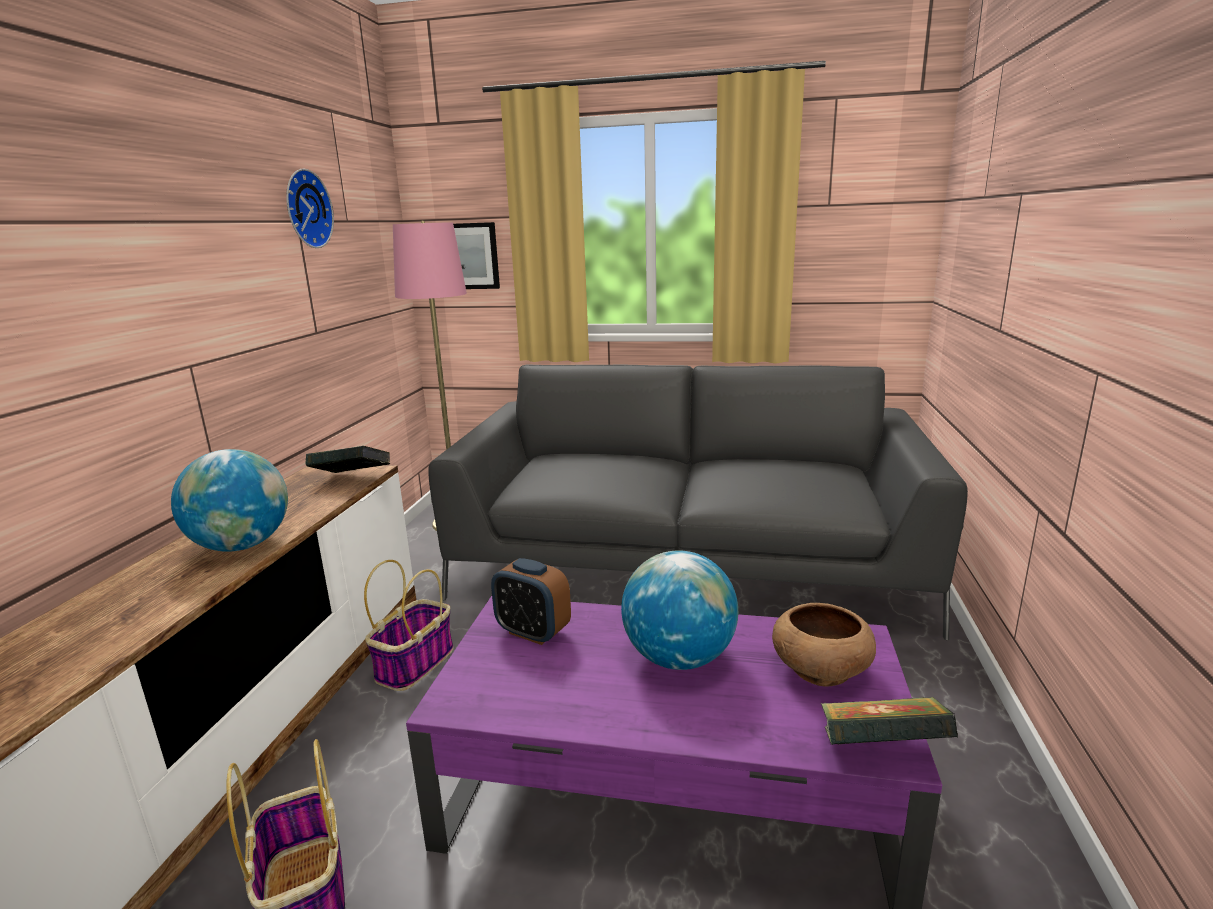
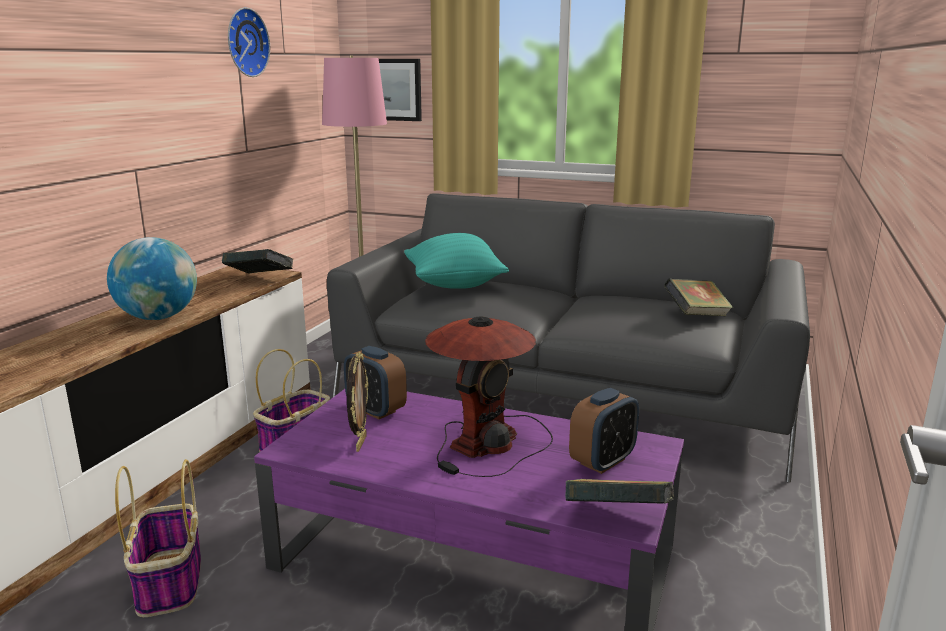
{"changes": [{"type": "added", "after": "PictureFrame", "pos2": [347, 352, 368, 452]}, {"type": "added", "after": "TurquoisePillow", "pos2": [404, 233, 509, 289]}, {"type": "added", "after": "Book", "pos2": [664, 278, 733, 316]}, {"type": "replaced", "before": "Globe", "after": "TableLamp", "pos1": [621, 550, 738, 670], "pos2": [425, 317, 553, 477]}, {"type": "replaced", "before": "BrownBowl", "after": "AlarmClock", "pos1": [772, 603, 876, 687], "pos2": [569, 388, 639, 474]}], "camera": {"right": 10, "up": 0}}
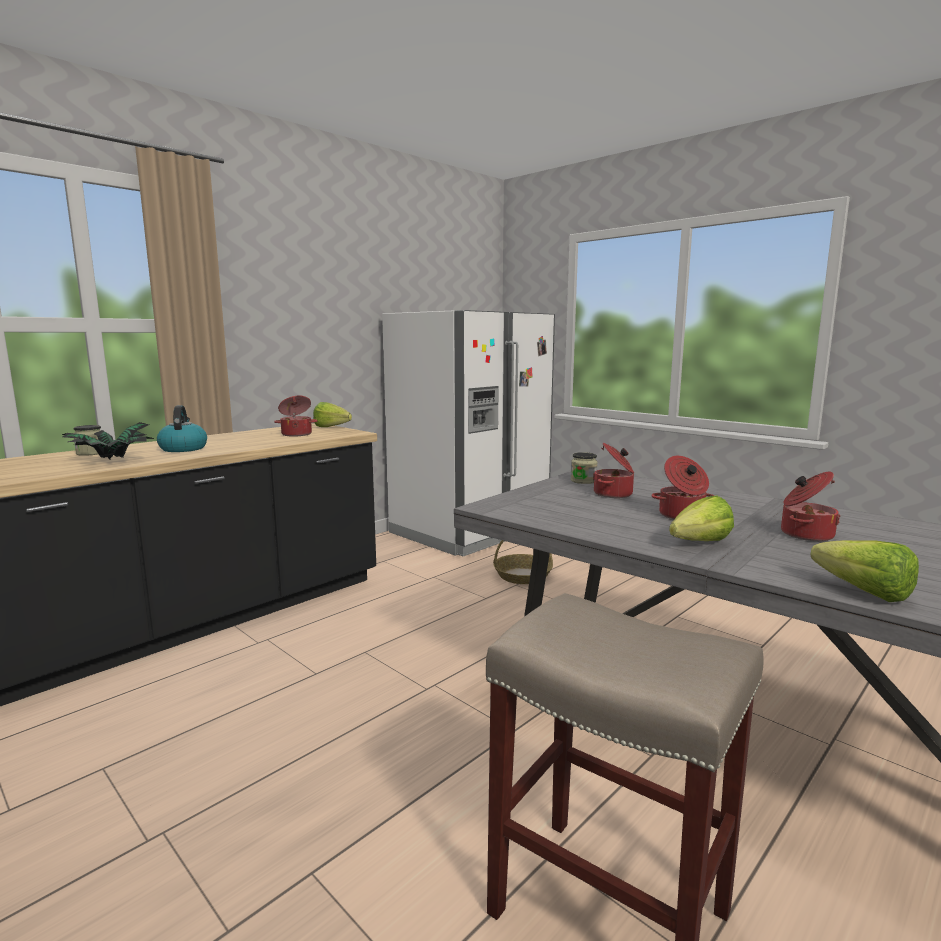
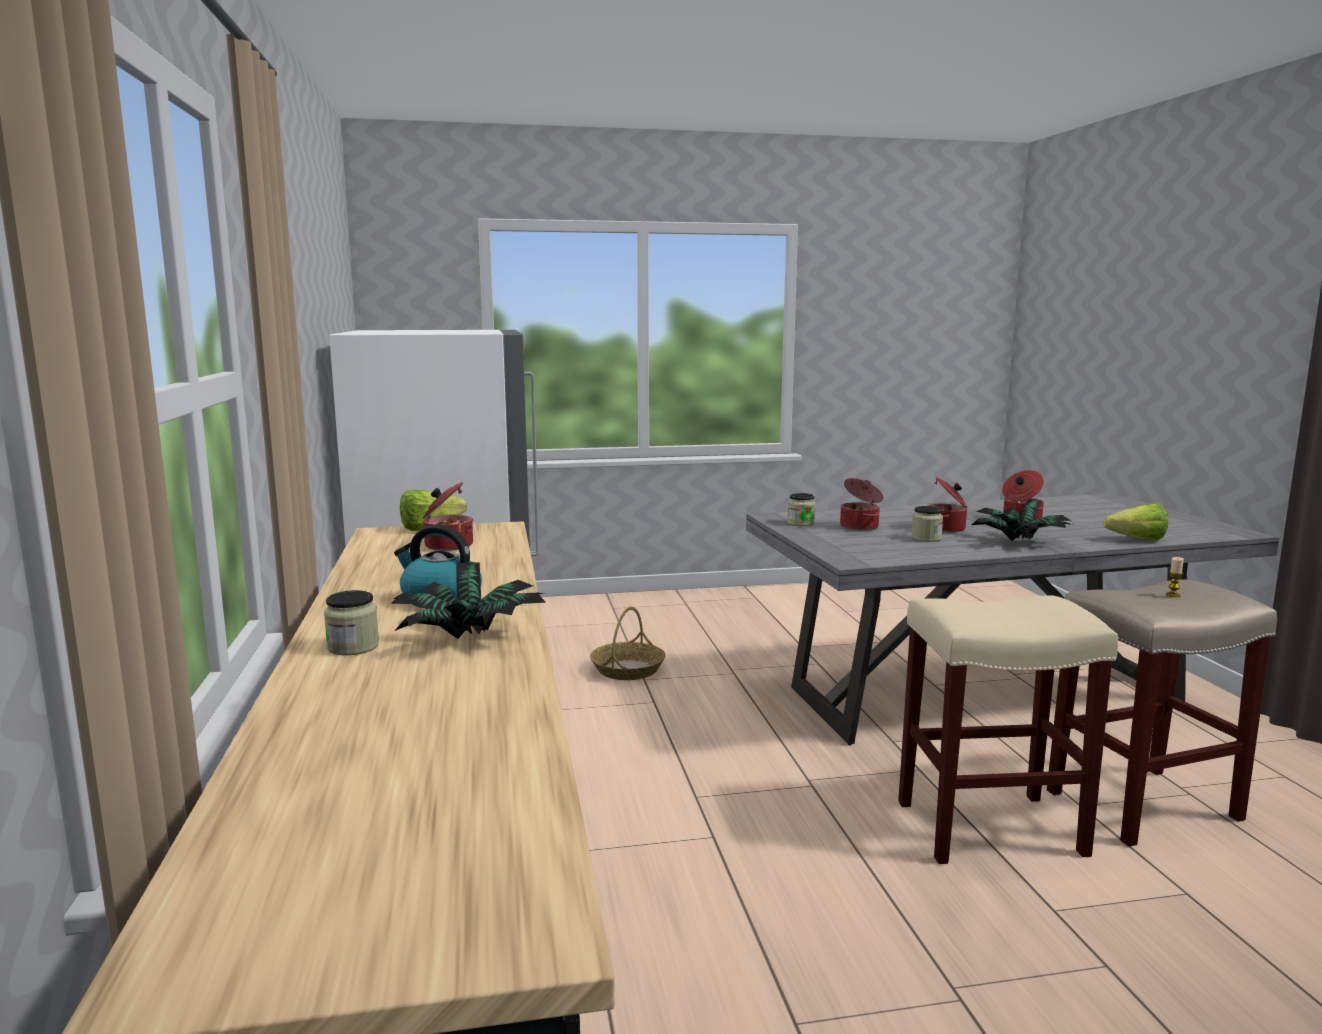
{"changes": [{"type": "added", "after": "BeigeStool", "pos2": [898, 595, 1118, 864]}, {"type": "added", "after": "Jar", "pos2": [912, 506, 943, 542]}, {"type": "added", "after": "Candle", "pos2": [1166, 557, 1184, 597]}, {"type": "replaced", "before": "Lettuce", "after": "PottedPlant", "pos1": [669, 495, 734, 541], "pos2": [972, 499, 1072, 541]}], "camera": {"right": -55, "up": 0}}
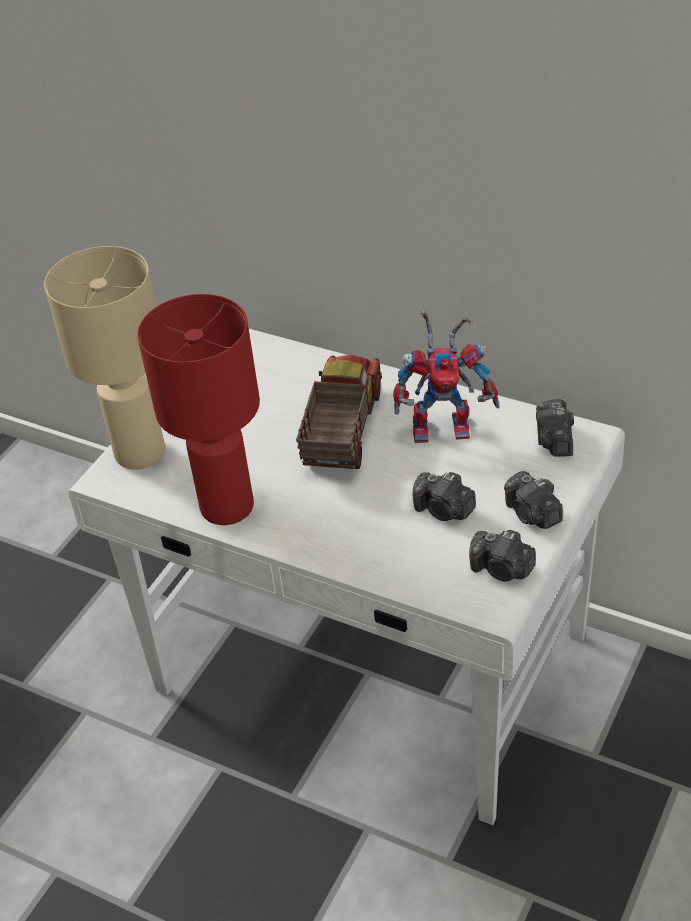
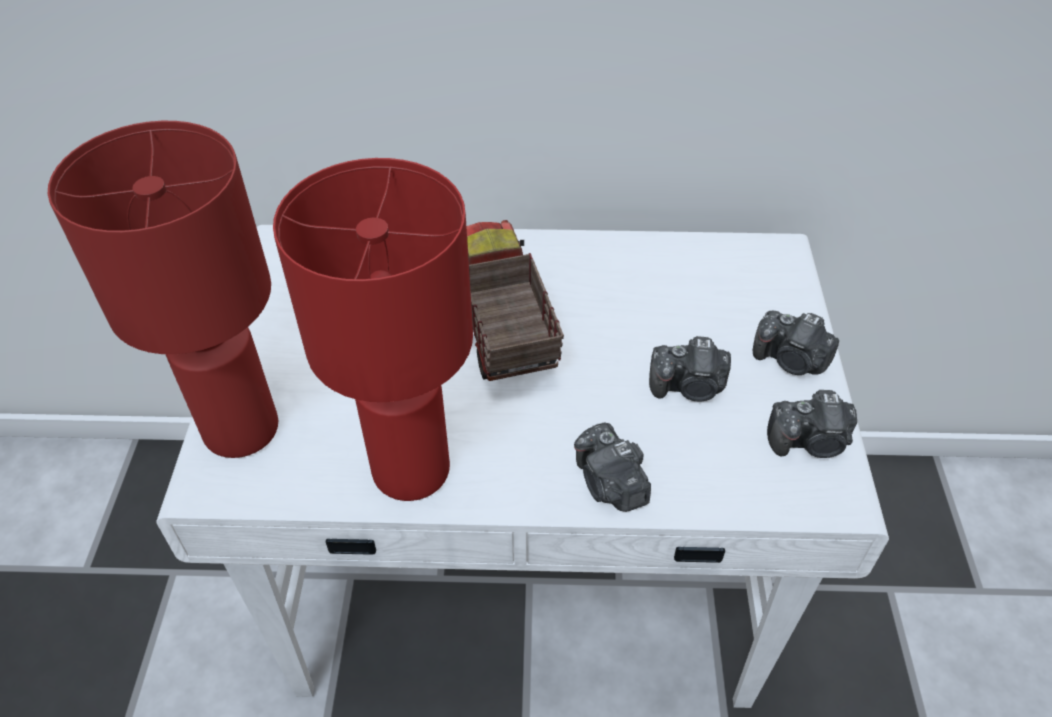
{"changes": [{"type": "removed", "before": "ToyRobot", "pos1": [393, 309, 500, 443]}, {"type": "moved", "before": "PhotoCamera", "pos1": [536, 399, 574, 457], "pos2": [574, 423, 651, 512]}, {"type": "recoloured", "before": "BeigeTableLamp", "after": "RedTableLamp", "pos1": [44, 246, 165, 470], "pos2": [48, 121, 278, 458]}], "camera": {"right": -30, "up": 5}}
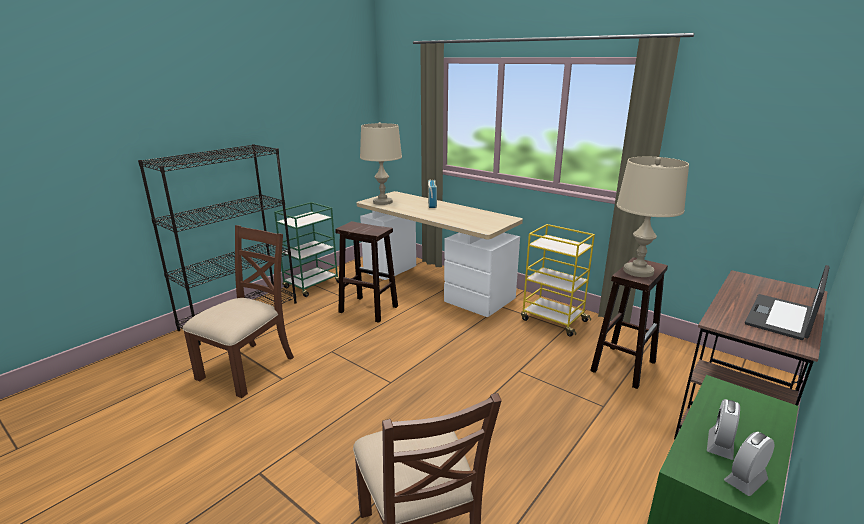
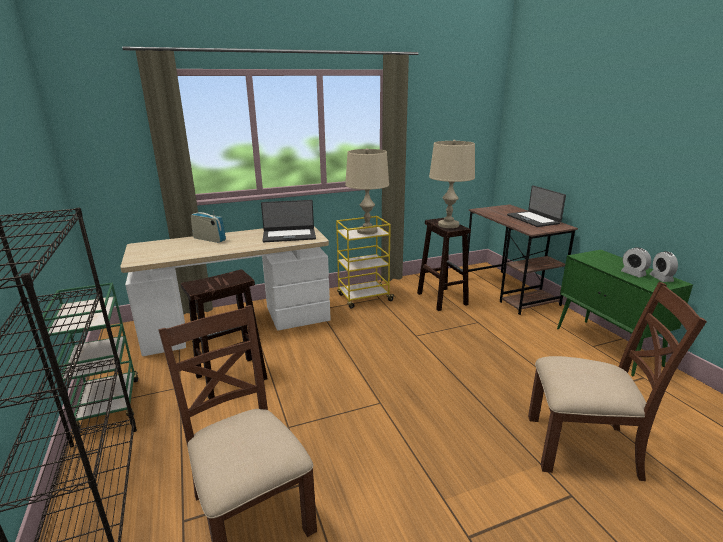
{"changes": [{"type": "added", "after": "Laptop", "pos2": [261, 200, 316, 242]}, {"type": "moved", "before": "BeigeTableLamp", "pos1": [360, 122, 402, 205], "pos2": [345, 148, 389, 235]}], "camera": {"right": -60, "up": 0}}
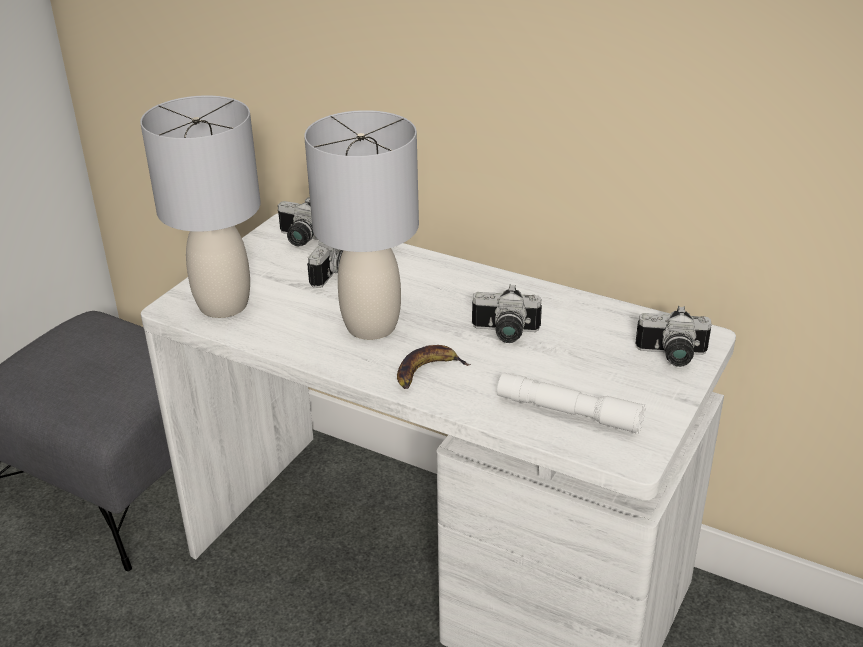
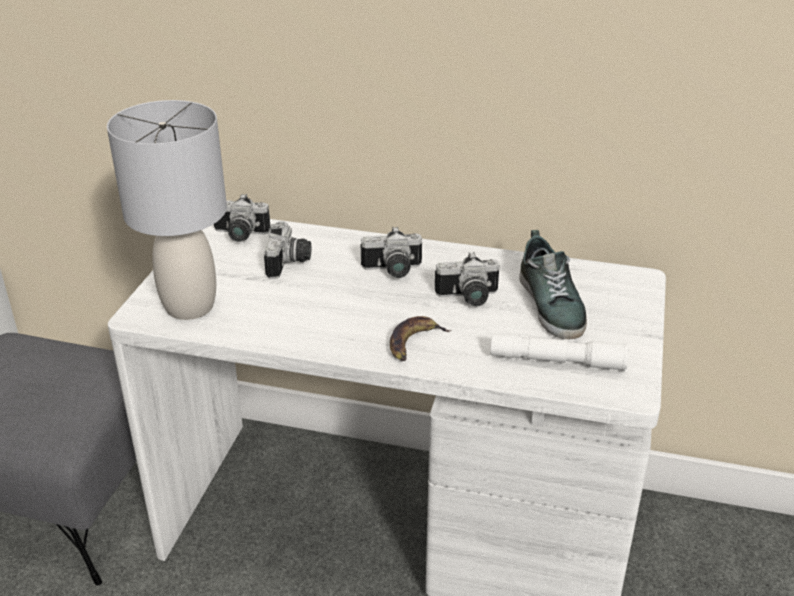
{"changes": [{"type": "removed", "before": "GreyTableLamp", "pos1": [304, 110, 419, 340]}, {"type": "added", "after": "Shoe", "pos2": [519, 230, 587, 339]}, {"type": "moved", "before": "PhotoCamera", "pos1": [635, 306, 712, 367], "pos2": [361, 226, 422, 278]}], "camera": {"right": -15, "up": 0}}
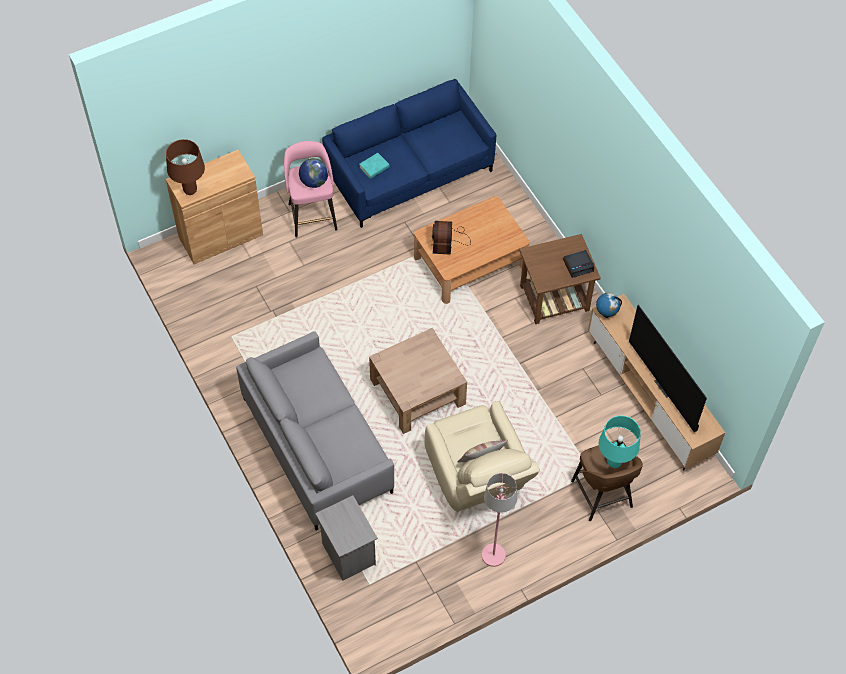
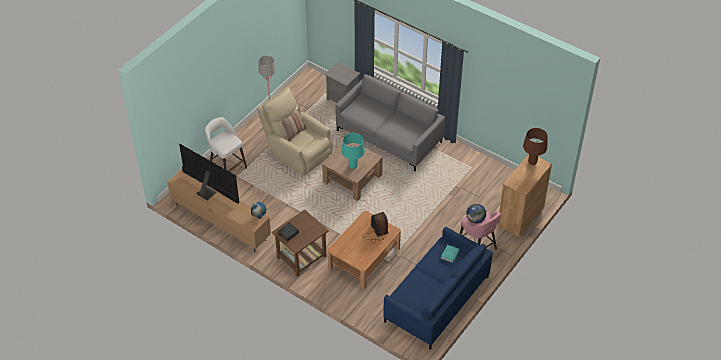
{"changes": [{"type": "moved", "before": "TurquoiseTableLamp", "pos1": [599, 416, 641, 468], "pos2": [342, 133, 365, 169]}, {"type": "recoloured", "before": "BrownStool", "after": "WhiteStool", "pos1": [571, 440, 643, 521], "pos2": [205, 117, 247, 171]}], "camera": {"right": 155, "up": -10}}
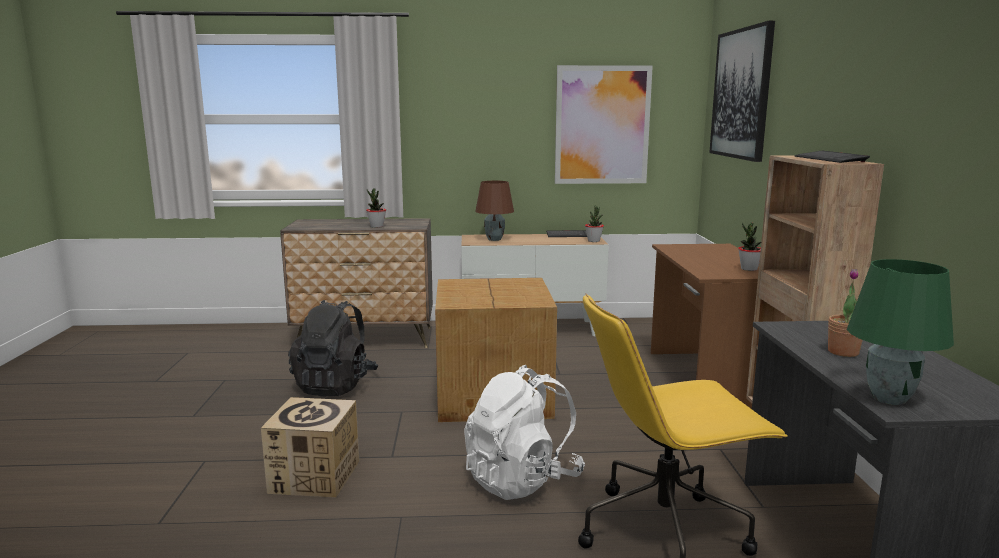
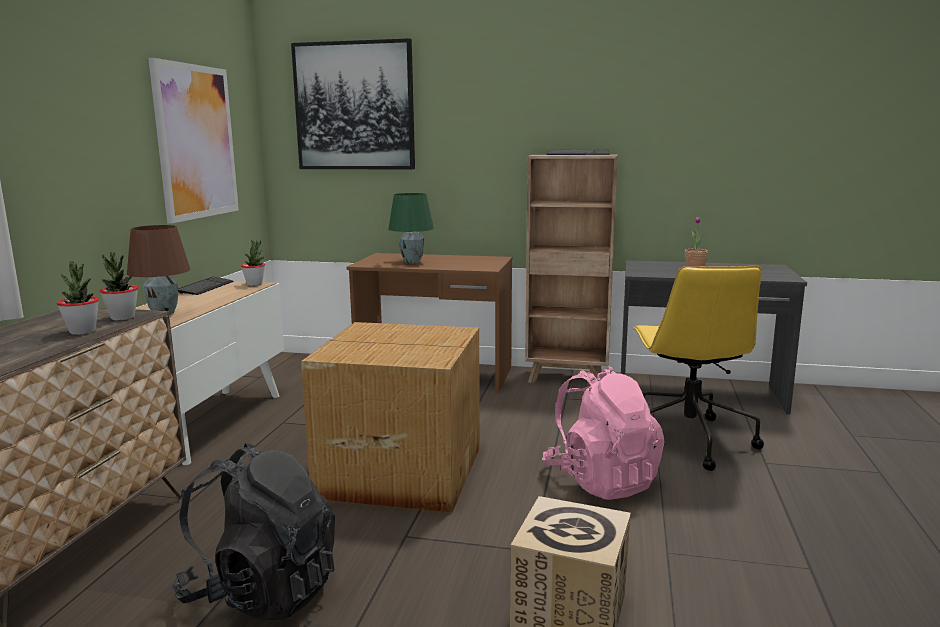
{"changes": [{"type": "moved", "before": "PottedPlant", "pos1": [738, 223, 761, 271], "pos2": [100, 252, 138, 321]}, {"type": "moved", "before": "GreenTableLamp", "pos1": [847, 259, 954, 405], "pos2": [388, 193, 434, 263]}, {"type": "recoloured", "before": "WhiteBackpack", "after": "PinkBackpack", "pos1": [464, 365, 585, 500], "pos2": [542, 366, 665, 500]}], "camera": {"right": -75, "up": 0}}
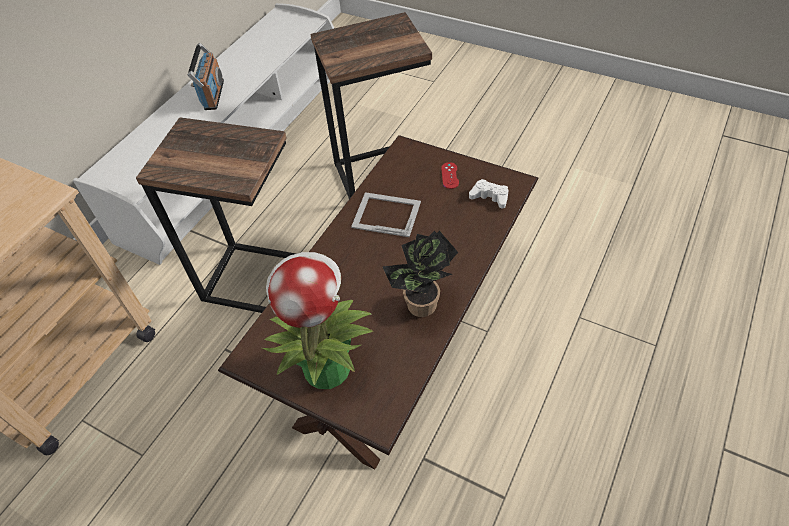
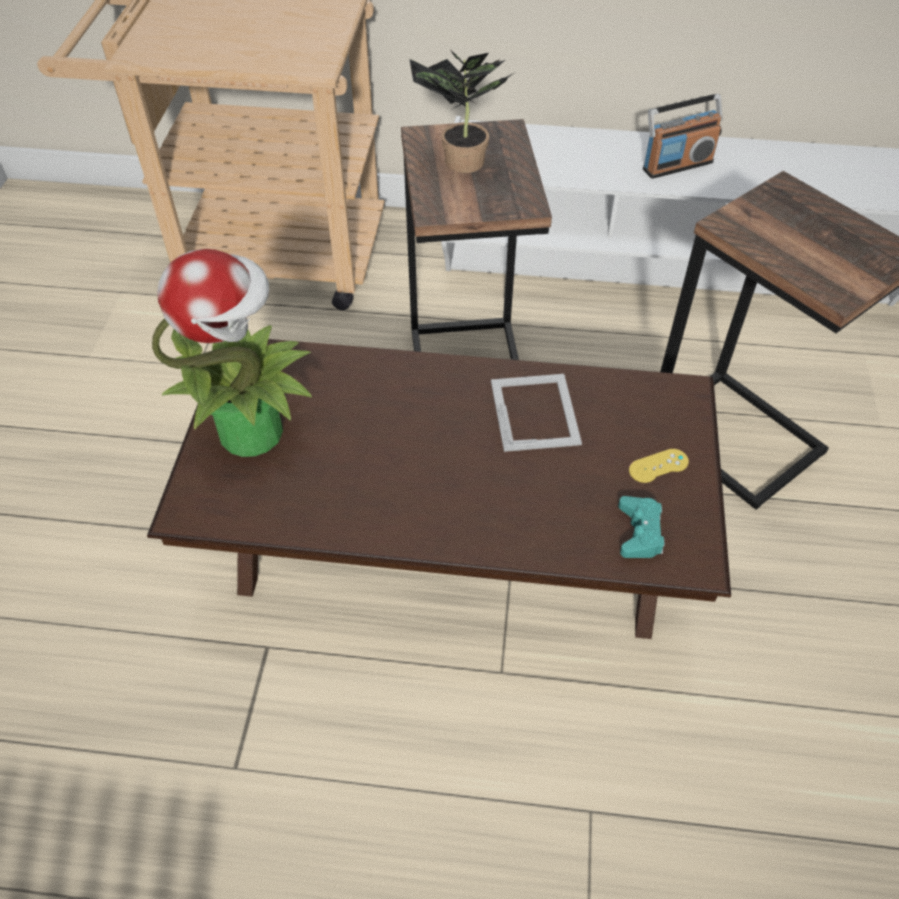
{"changes": [{"type": "moved", "before": "PottedPlant", "pos1": [382, 231, 458, 317], "pos2": [409, 48, 514, 173]}, {"type": "recoloured", "before": "RedGameController", "after": "YellowGameController", "pos1": [441, 162, 459, 189], "pos2": [629, 449, 689, 483]}, {"type": "recoloured", "before": "WhiteGameController", "after": "TurquoiseGameController", "pos1": [469, 179, 508, 208], "pos2": [618, 496, 665, 558]}], "camera": {"right": 65, "up": 0}}
